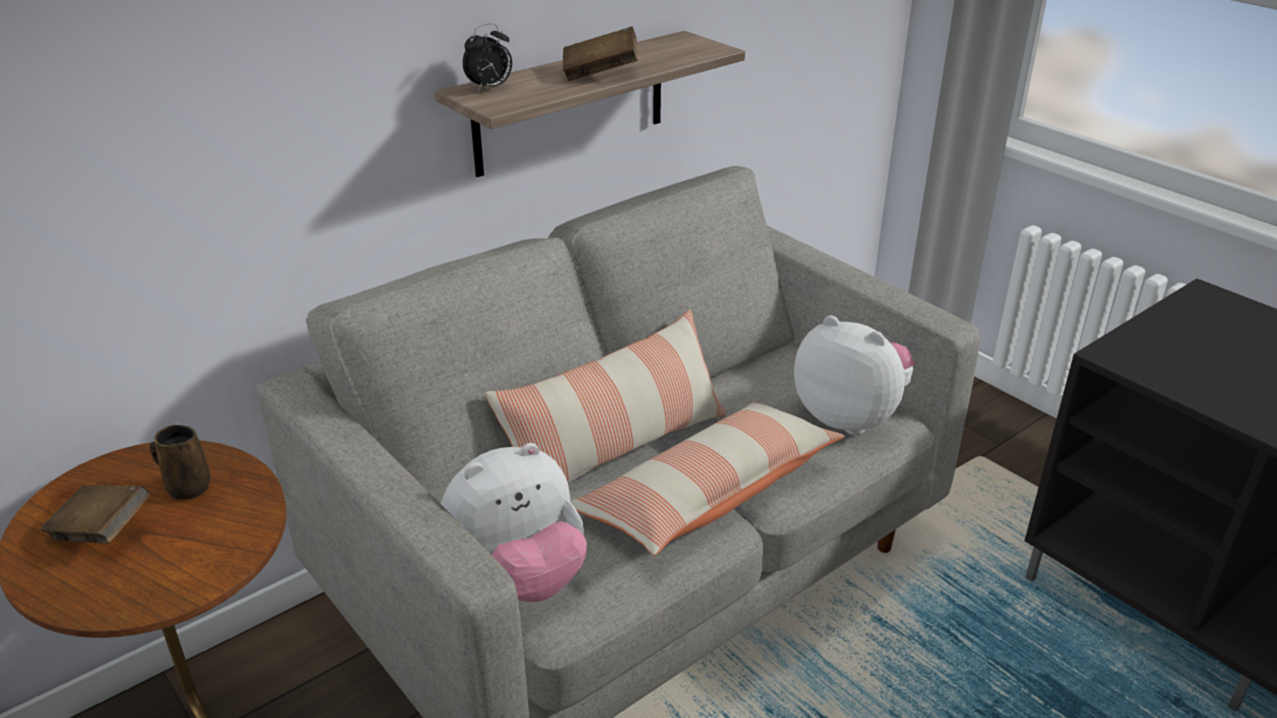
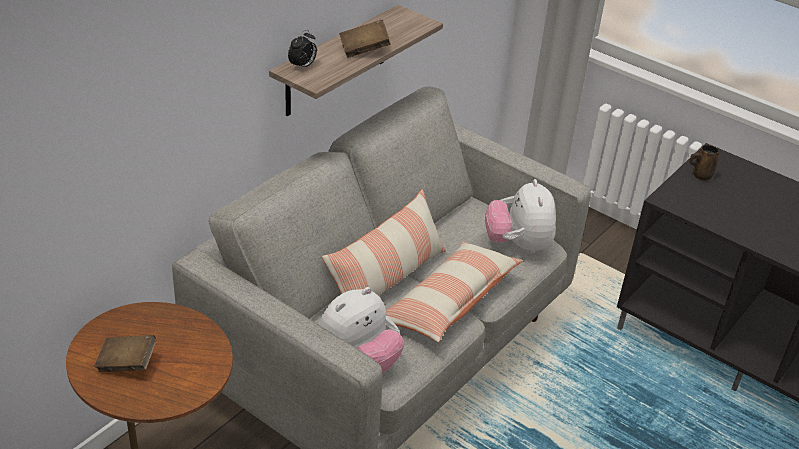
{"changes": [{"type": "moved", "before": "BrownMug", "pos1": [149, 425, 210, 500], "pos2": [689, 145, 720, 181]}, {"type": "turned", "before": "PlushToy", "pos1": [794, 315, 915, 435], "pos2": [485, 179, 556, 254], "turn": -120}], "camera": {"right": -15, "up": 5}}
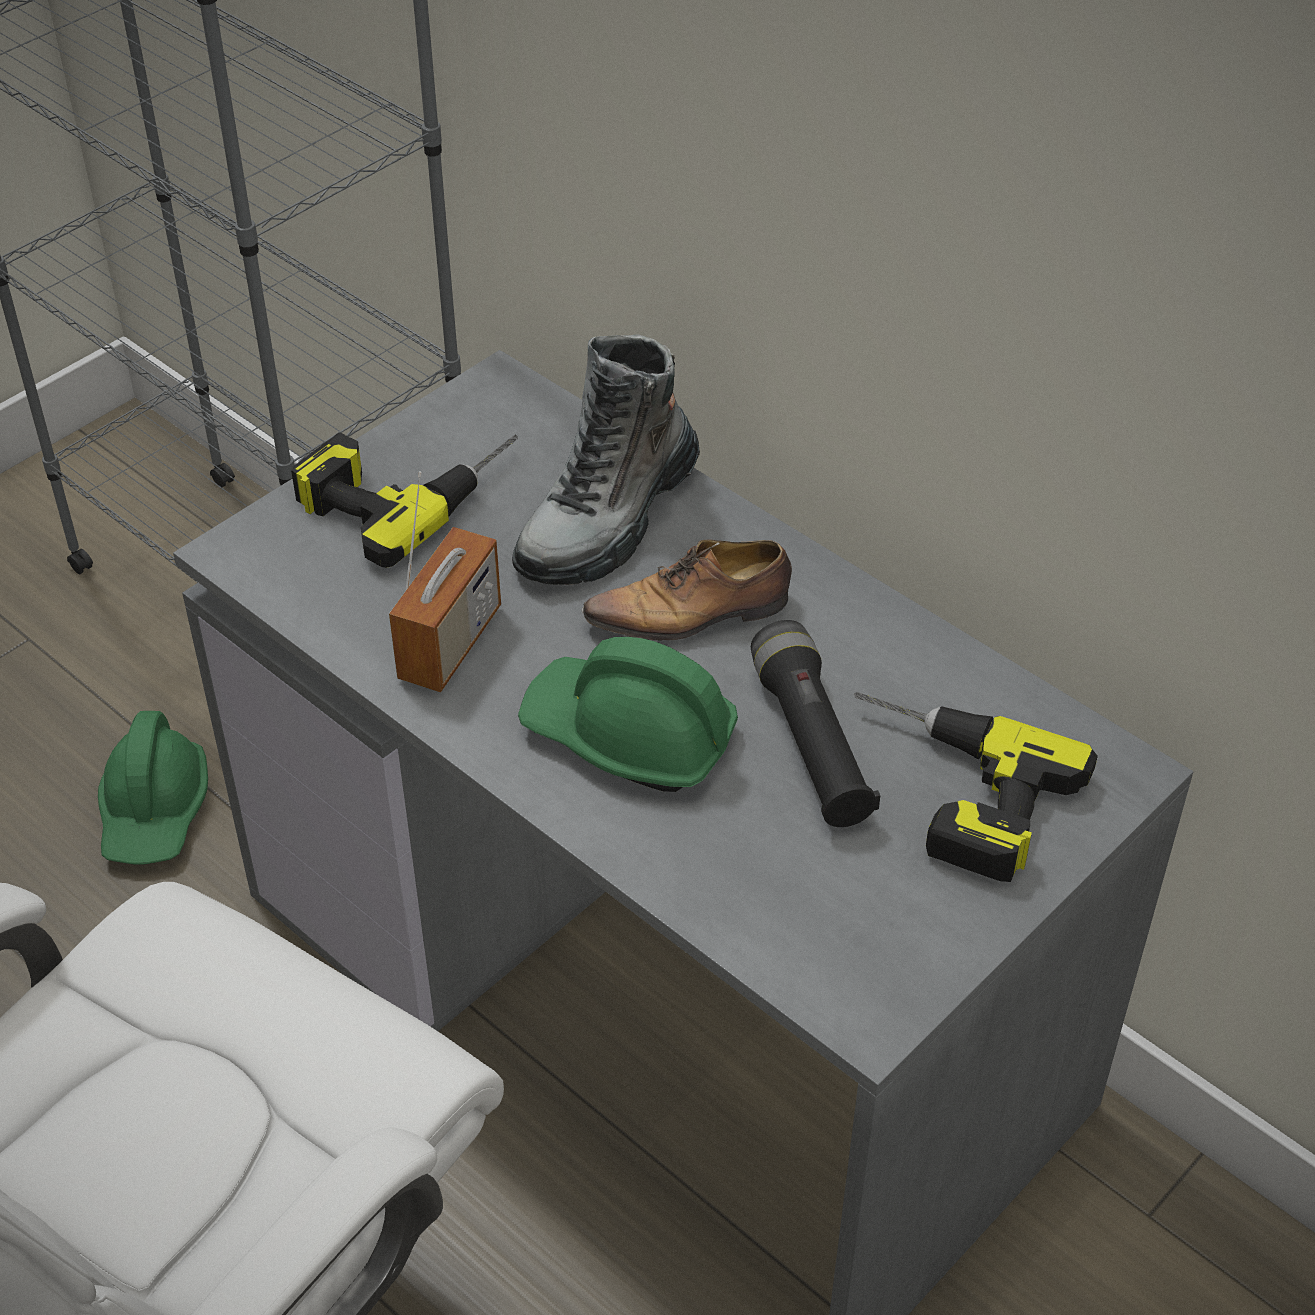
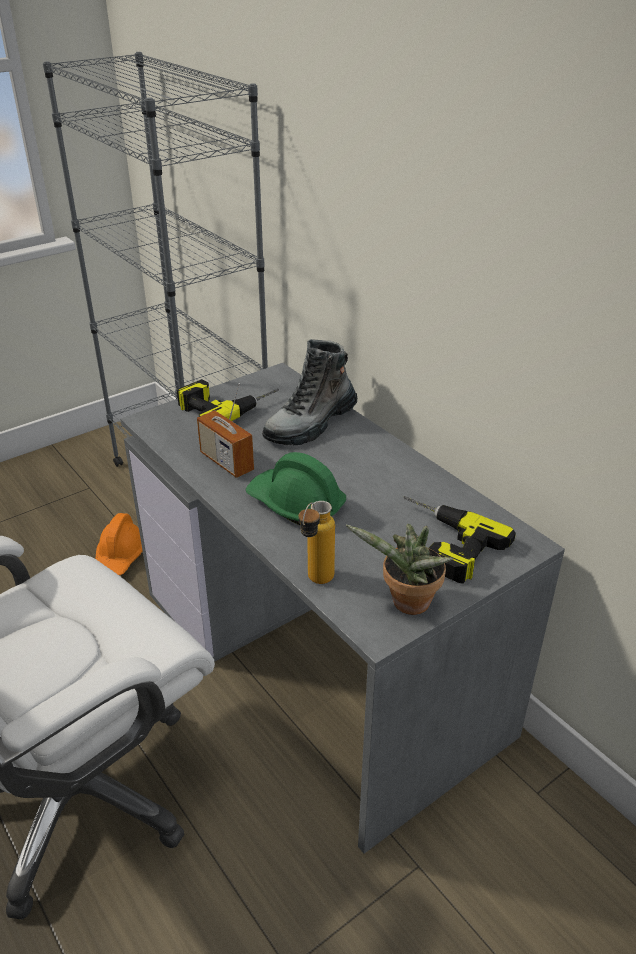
{"changes": [{"type": "removed", "before": "Shoe", "pos1": [582, 540, 792, 641]}, {"type": "removed", "before": "BlackFlashlight", "pos1": [751, 620, 880, 827]}, {"type": "added", "after": "Bottle", "pos2": [299, 501, 335, 584]}, {"type": "added", "after": "PottedPlant", "pos2": [346, 524, 453, 615]}, {"type": "recoloured", "before": "GreenHardHat", "after": "OrangeHardHat", "pos1": [98, 711, 208, 865], "pos2": [96, 513, 142, 576]}, {"type": "turned", "before": "Radio", "pos1": [389, 472, 501, 692], "pos2": [197, 383, 254, 478], "turn": 105}], "camera": {"right": 10, "up": -10}}
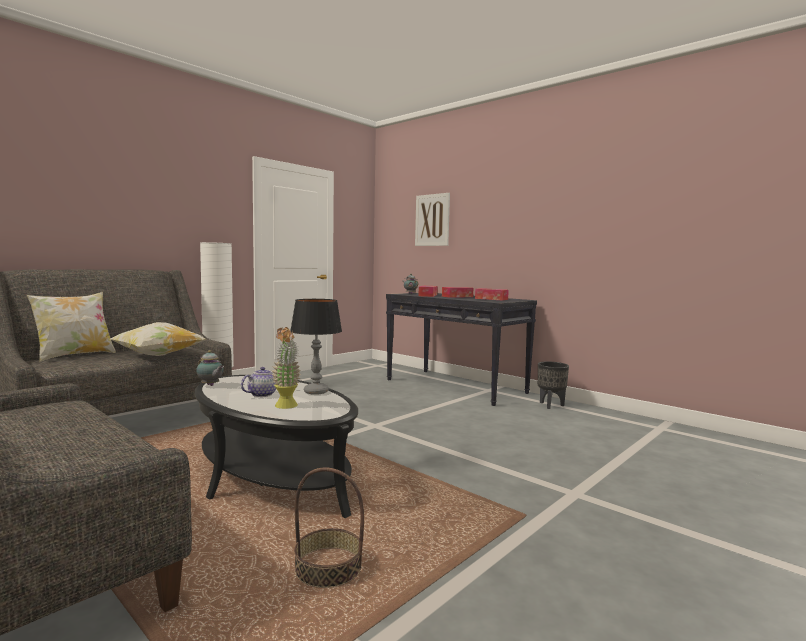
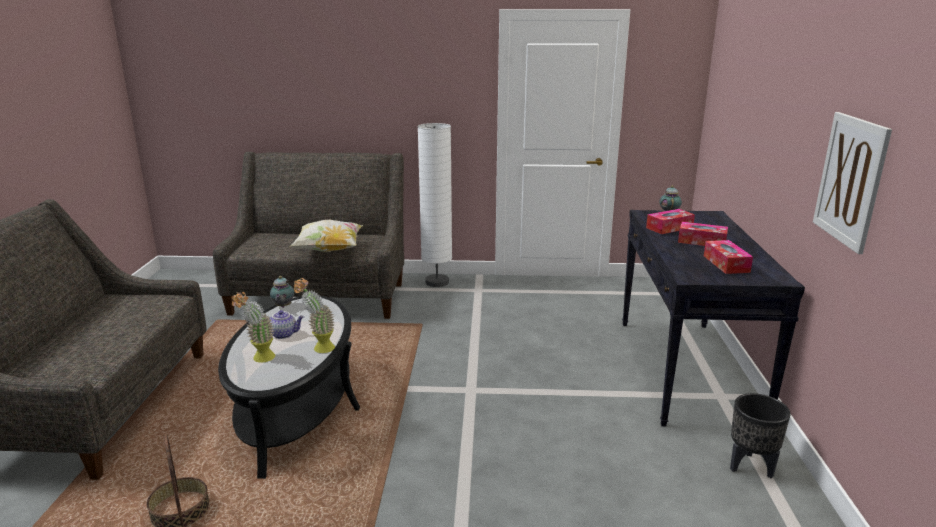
{"changes": [{"type": "removed", "before": "Pillow", "pos1": [27, 292, 116, 362]}, {"type": "moved", "before": "Picture", "pos1": [415, 193, 450, 246], "pos2": [813, 112, 892, 254]}, {"type": "replaced", "before": "TableLamp", "after": "PottedPlant", "pos1": [290, 299, 342, 395], "pos2": [294, 278, 335, 353]}], "camera": {"right": 50, "up": 15}}
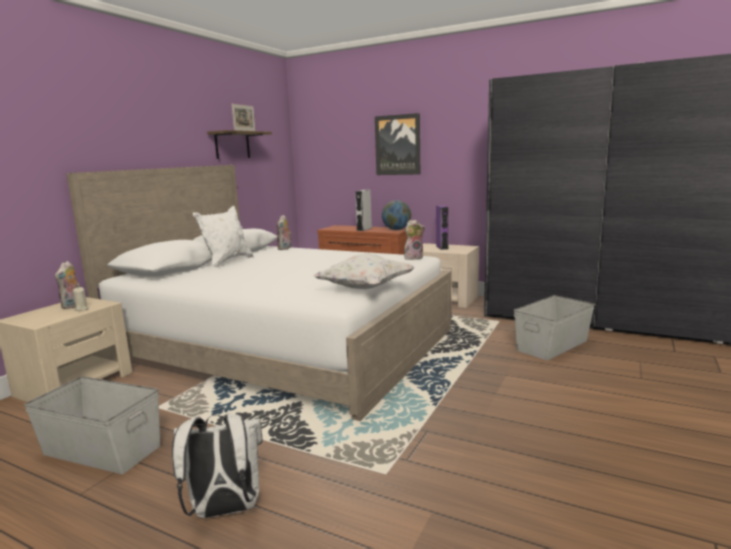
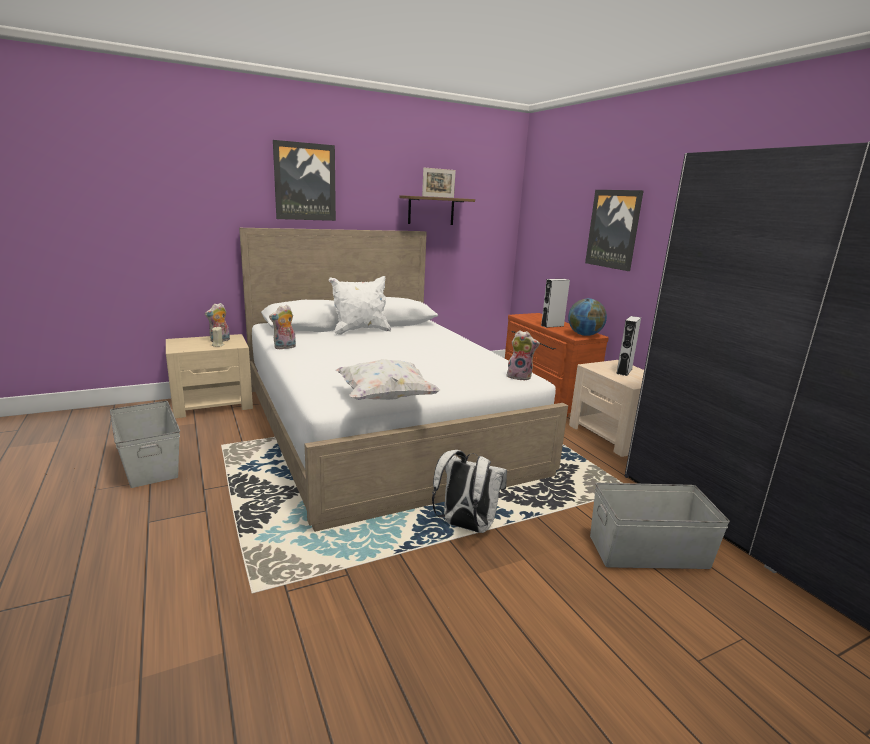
{"changes": [{"type": "added", "after": "Picture", "pos2": [273, 140, 336, 221]}, {"type": "moved", "before": "WhiteBackpack", "pos1": [172, 414, 263, 518], "pos2": [432, 450, 507, 533]}, {"type": "moved", "before": "PlushToy", "pos1": [277, 215, 292, 250], "pos2": [269, 305, 296, 350]}, {"type": "recoloured", "before": "PurpleSpeaker", "after": "GreySpeaker", "pos1": [436, 205, 449, 250], "pos2": [616, 316, 641, 376]}], "camera": {"right": 35, "up": 5}}
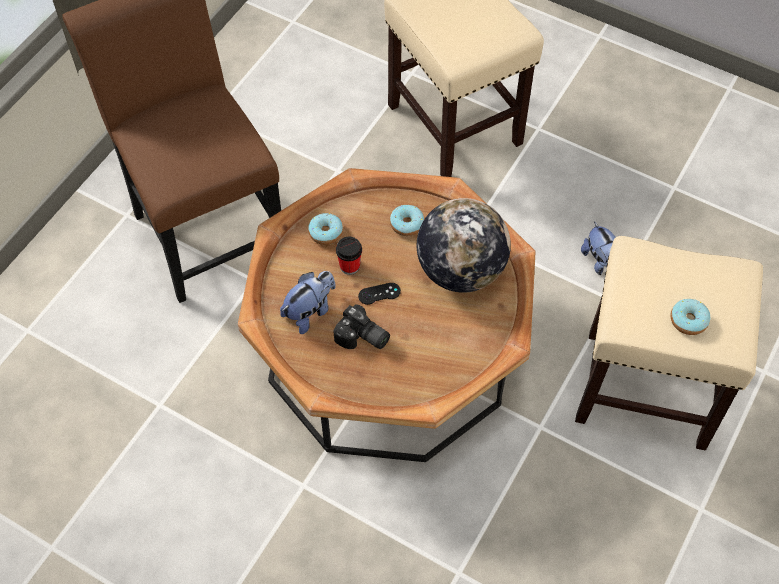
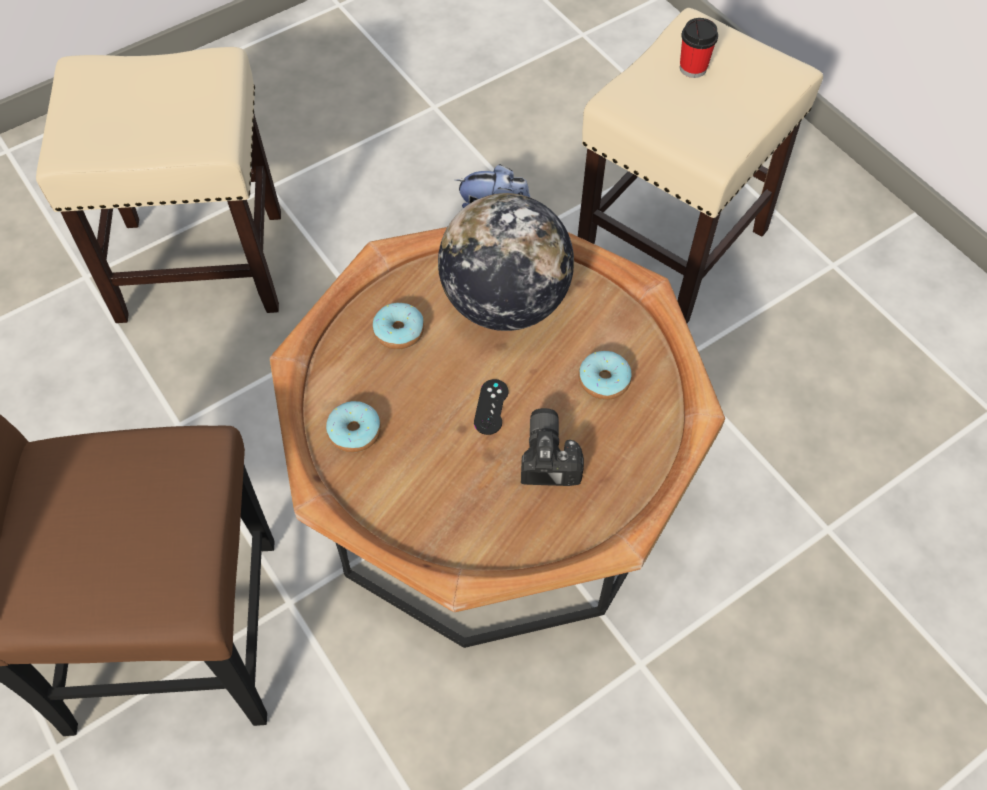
{"changes": [{"type": "removed", "before": "PlushToy", "pos1": [280, 271, 336, 334]}, {"type": "moved", "before": "Cup", "pos1": [336, 237, 362, 275], "pos2": [680, 18, 718, 78]}, {"type": "moved", "before": "Donut", "pos1": [671, 299, 710, 335], "pos2": [579, 351, 632, 400]}, {"type": "turned", "before": "PhotoCamera", "pos1": [334, 304, 390, 349], "pos2": [521, 408, 584, 486], "turn": -60}], "camera": {"right": -65, "up": 0}}
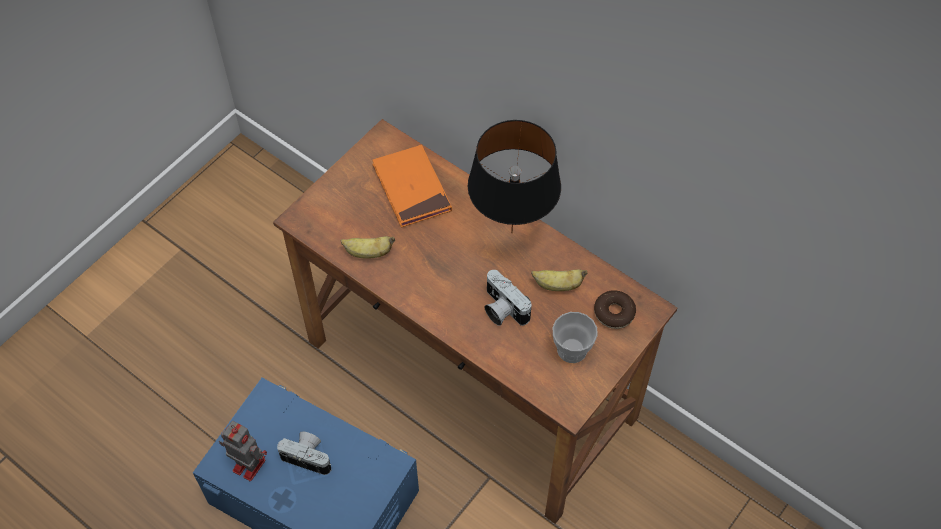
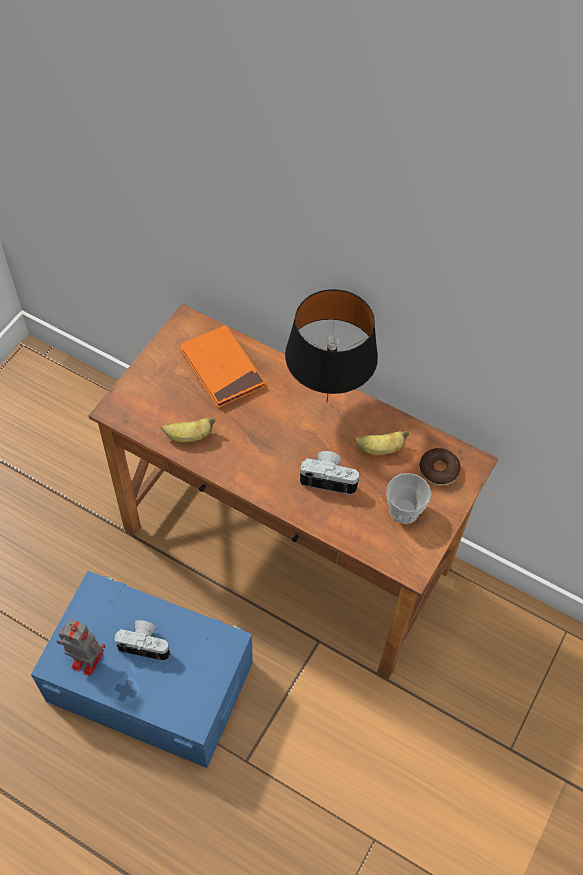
{"changes": [{"type": "turned", "before": "PhotoCamera", "pos1": [484, 270, 532, 326], "pos2": [298, 451, 360, 495], "turn": 150}], "camera": {"right": -10, "up": 0}}
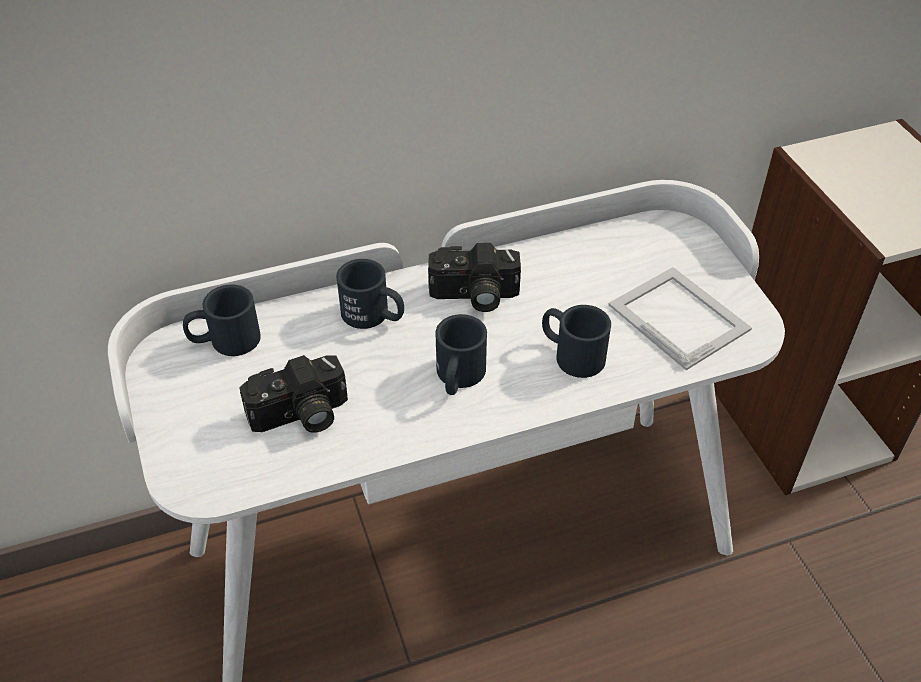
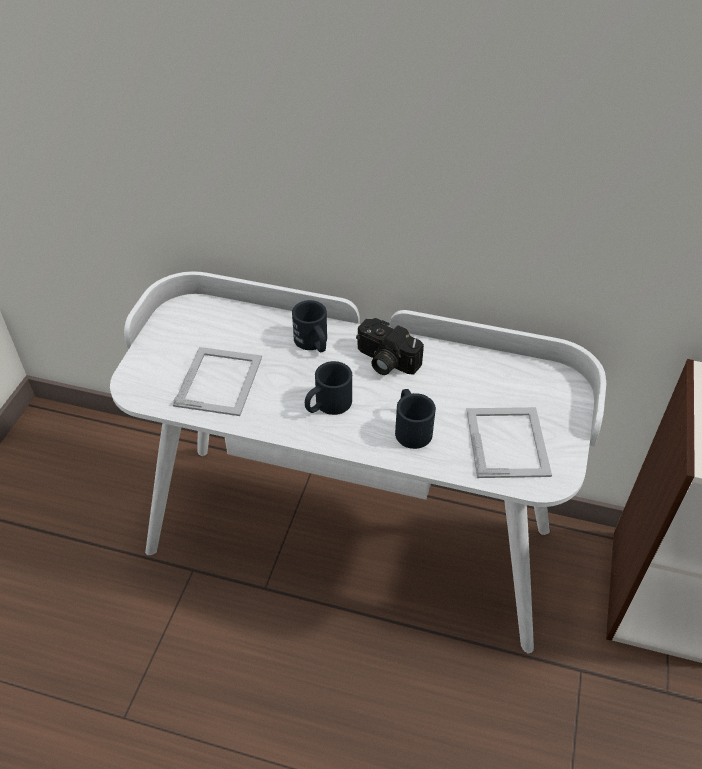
{"changes": [{"type": "removed", "before": "BlackMug", "pos1": [183, 284, 261, 356]}, {"type": "replaced", "before": "PhotoCamera", "after": "PictureFrame", "pos1": [239, 355, 348, 433], "pos2": [173, 347, 262, 416]}], "camera": {"right": 35, "up": 0}}
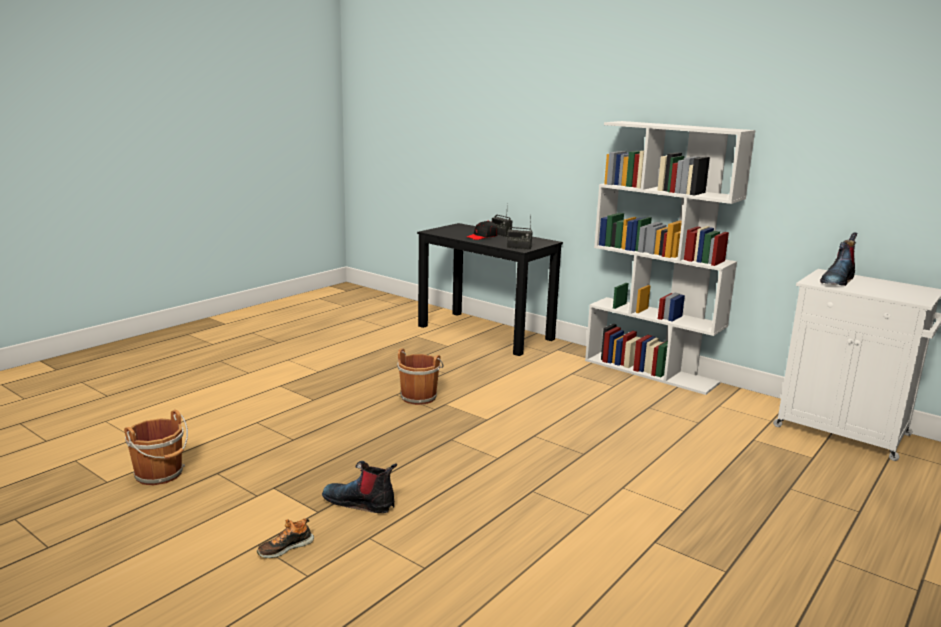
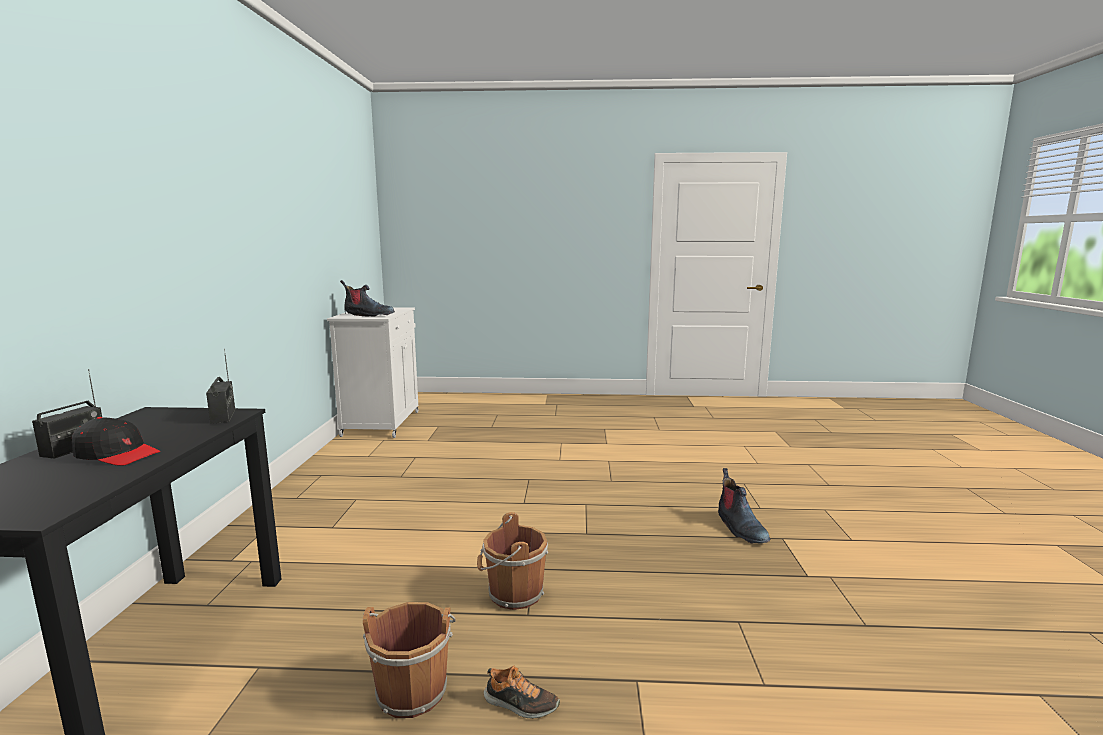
{"changes": [{"type": "removed", "before": "WhiteBookcase", "pos1": [585, 121, 755, 395]}, {"type": "moved", "before": "BrownBucket", "pos1": [124, 410, 188, 486], "pos2": [363, 602, 456, 718]}, {"type": "moved", "before": "Shoe", "pos1": [257, 518, 314, 558], "pos2": [484, 666, 560, 719]}], "camera": {"right": -125, "up": -5}}
